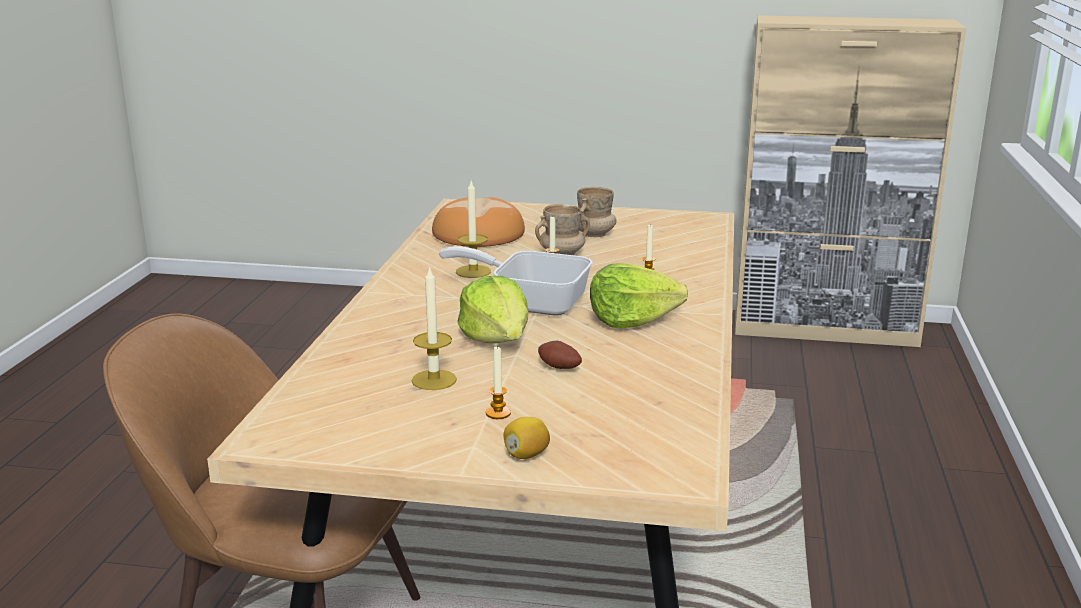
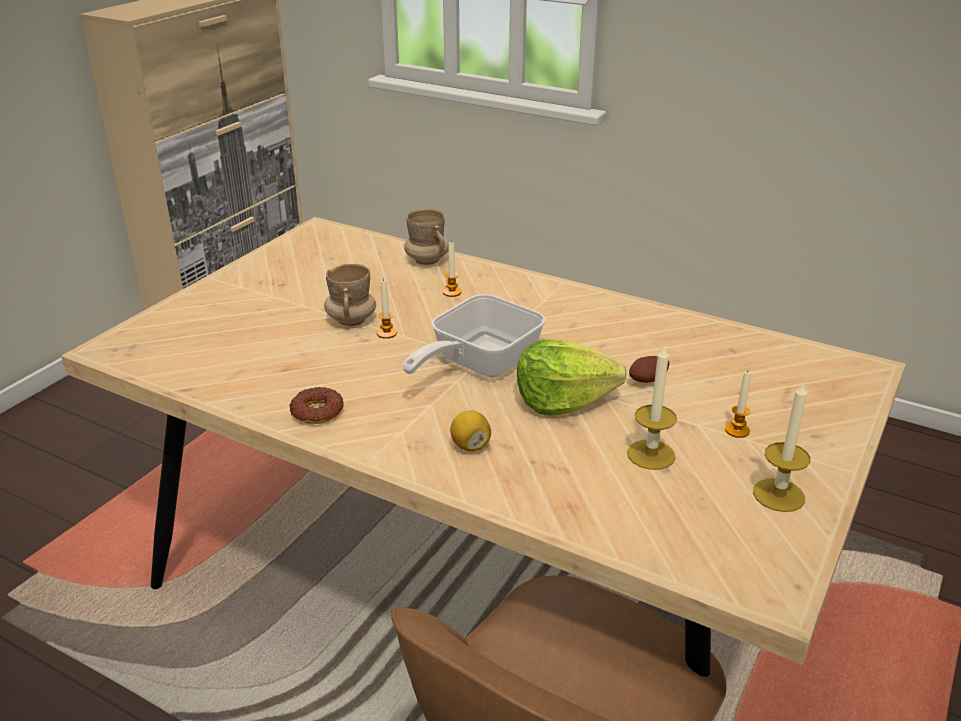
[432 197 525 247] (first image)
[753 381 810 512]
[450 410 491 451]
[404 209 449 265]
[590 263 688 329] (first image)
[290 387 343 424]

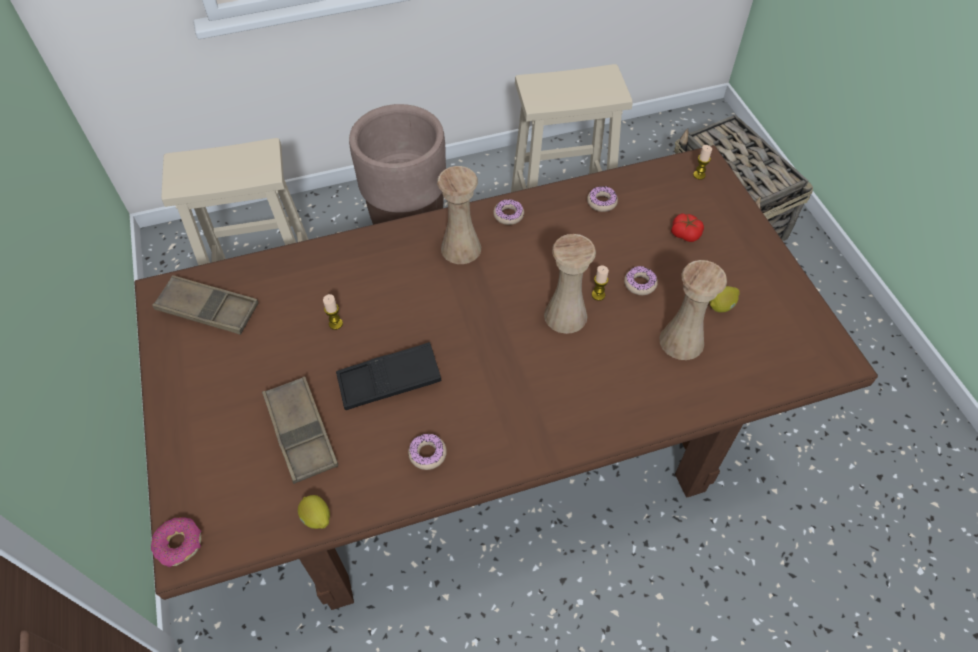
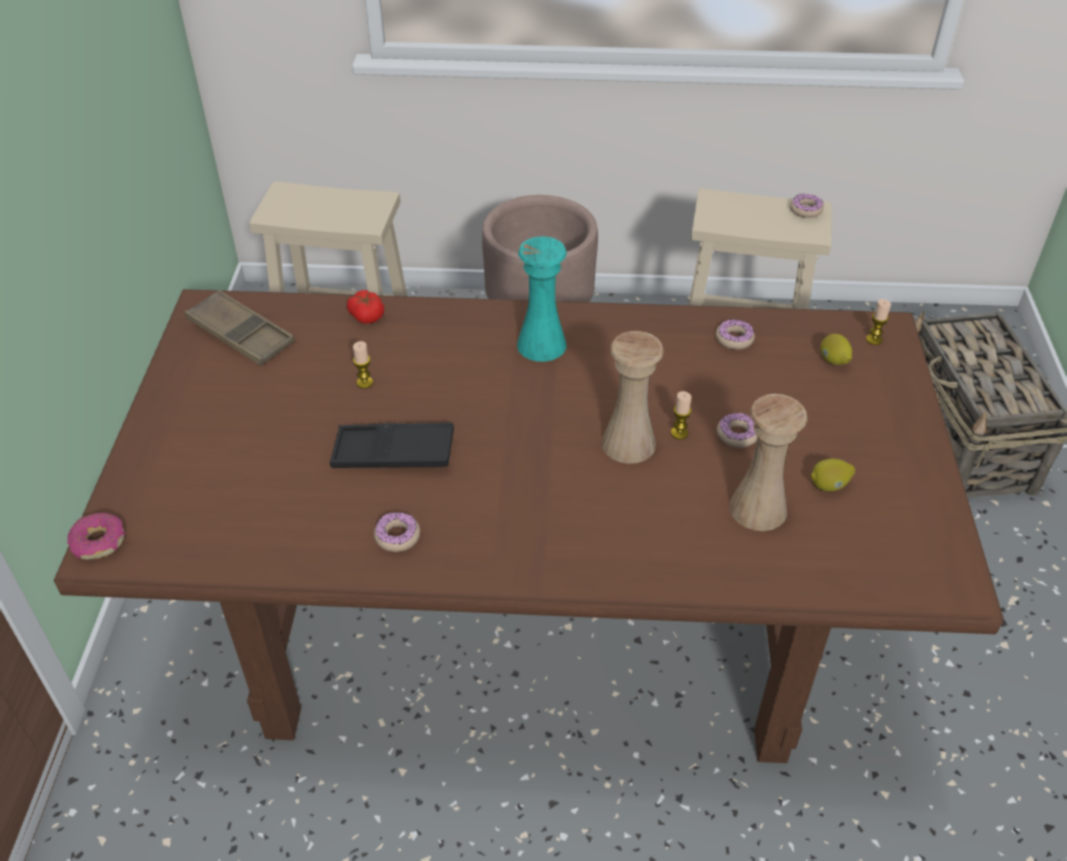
[262 376 338 484] (first image)
[820 334 852 365]
[517 236 567 362]
[790 194 824 218]
[347 290 384 324]

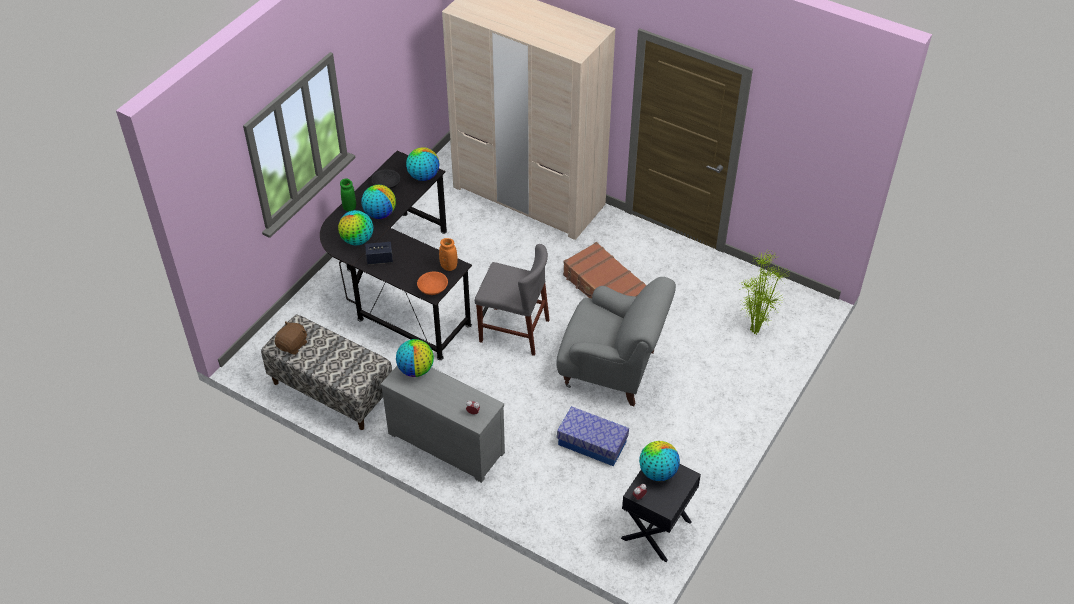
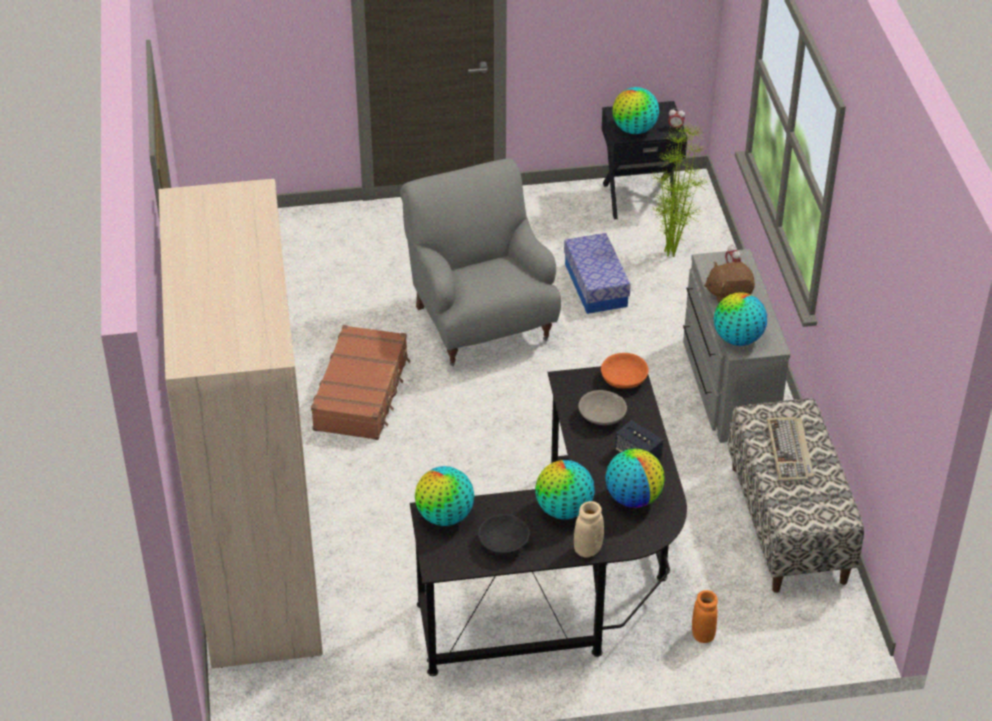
[704 262 755 303]
[574 501 604 558]
[692 590 718 643]
[475 244 550 356] (first image)
[651 124 707 257]
[578 390 627 425]
[767 417 814 482]

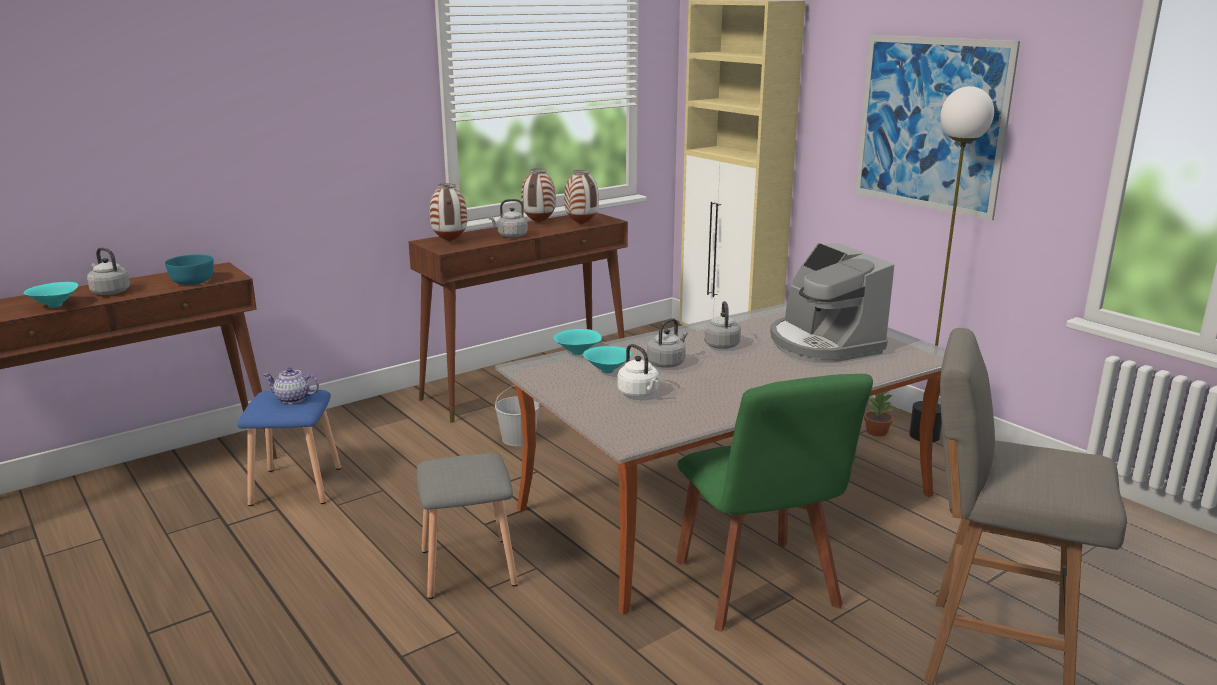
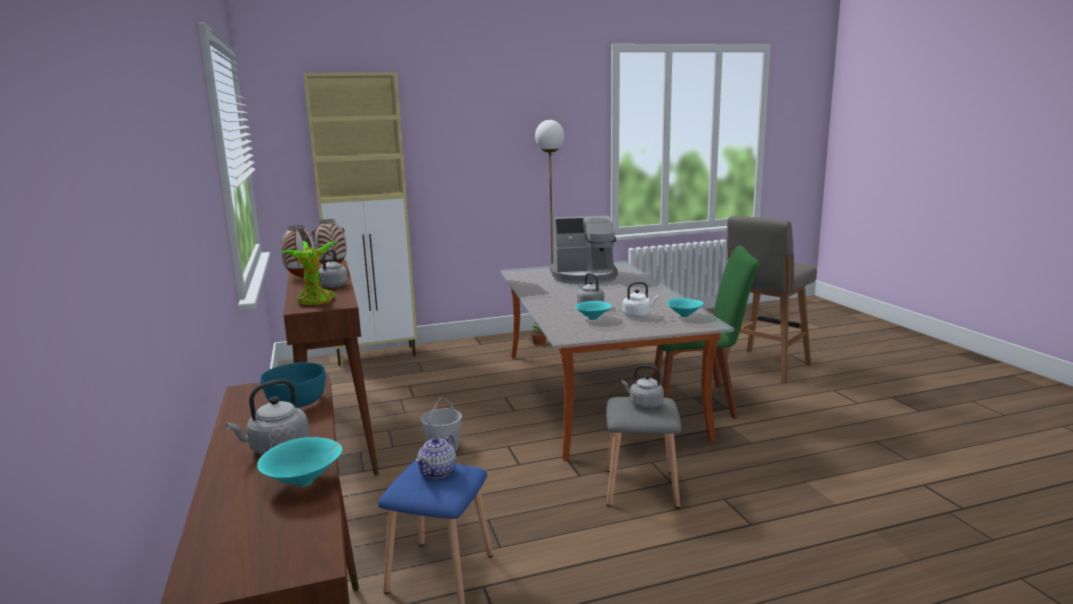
[280 241 339 306]
[667 298 704 317]
[622 365 664 409]
[855 35 1020 220] (first image)

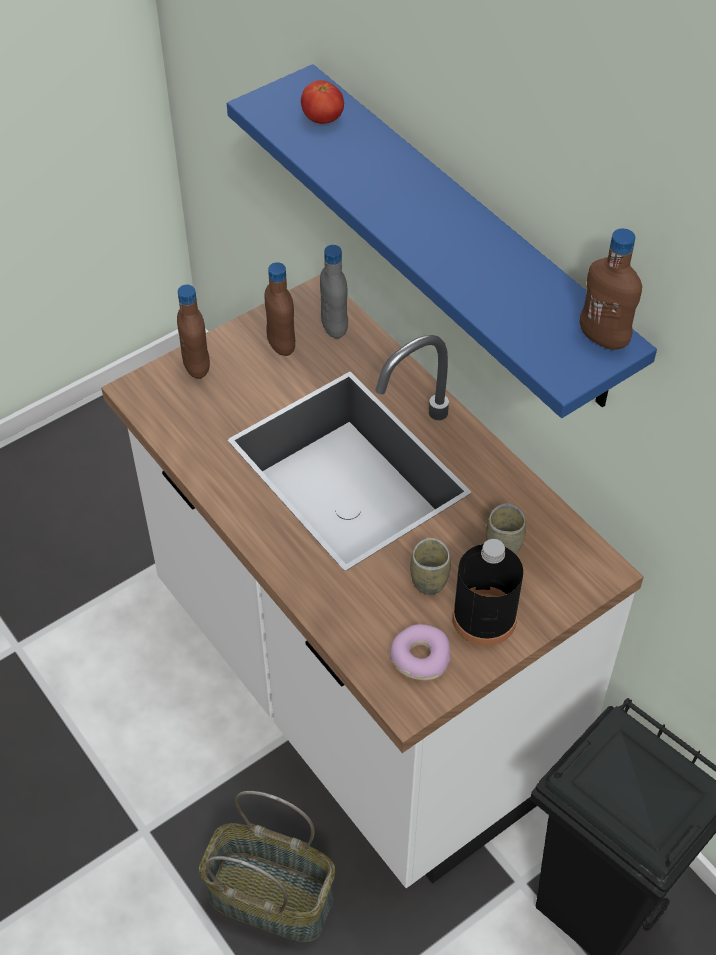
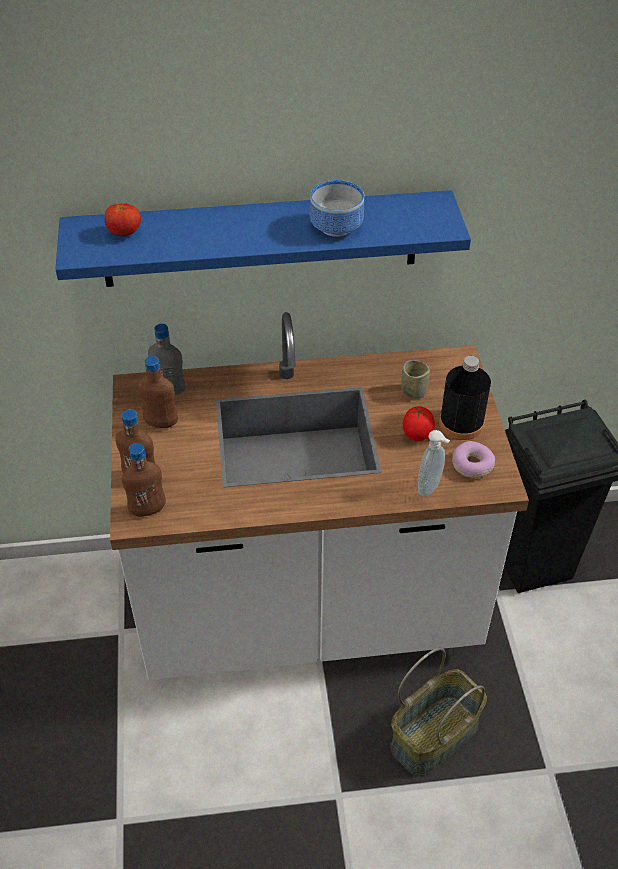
[403 406 435 441]
[122 443 166 517]
[310 180 364 237]
[418 430 450 496]

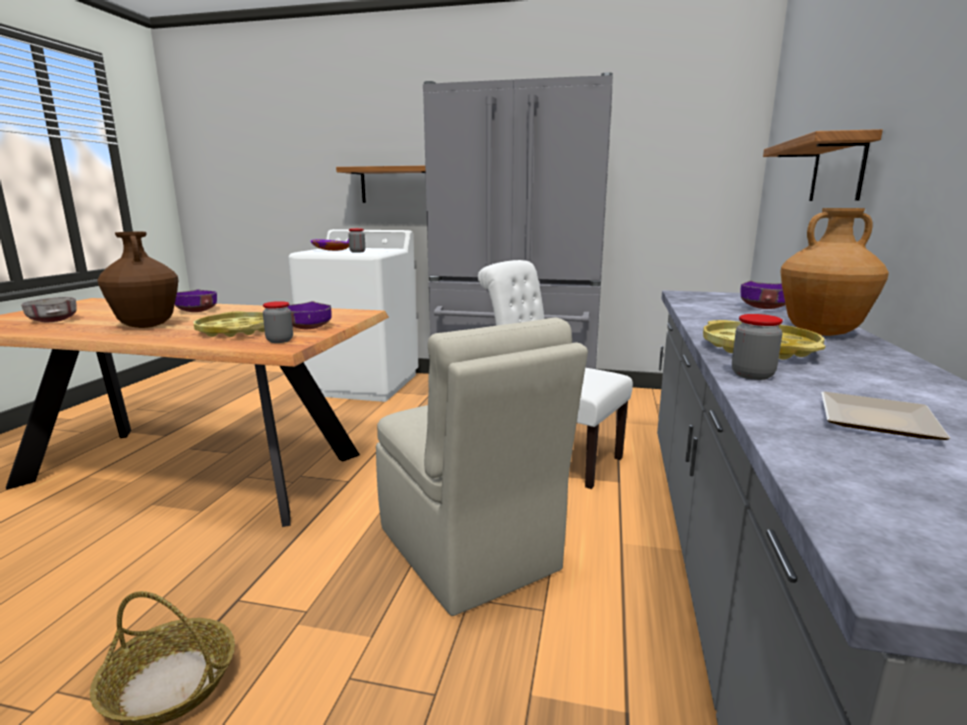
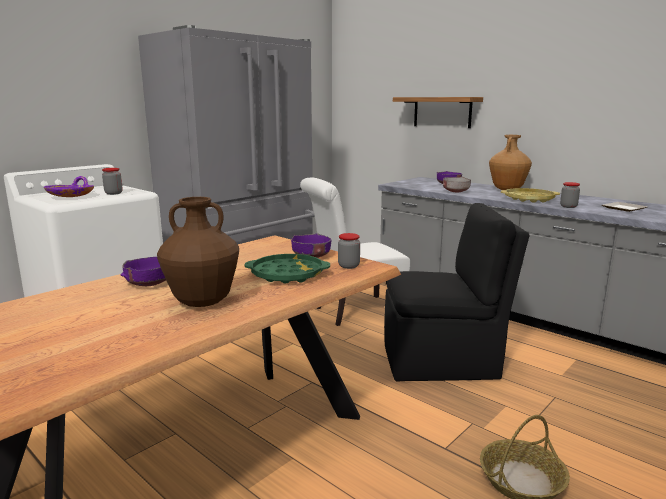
[443 177 471 192]
[245 254 330 284]
[336 166 426 203] (first image)
[384 203 529 381]

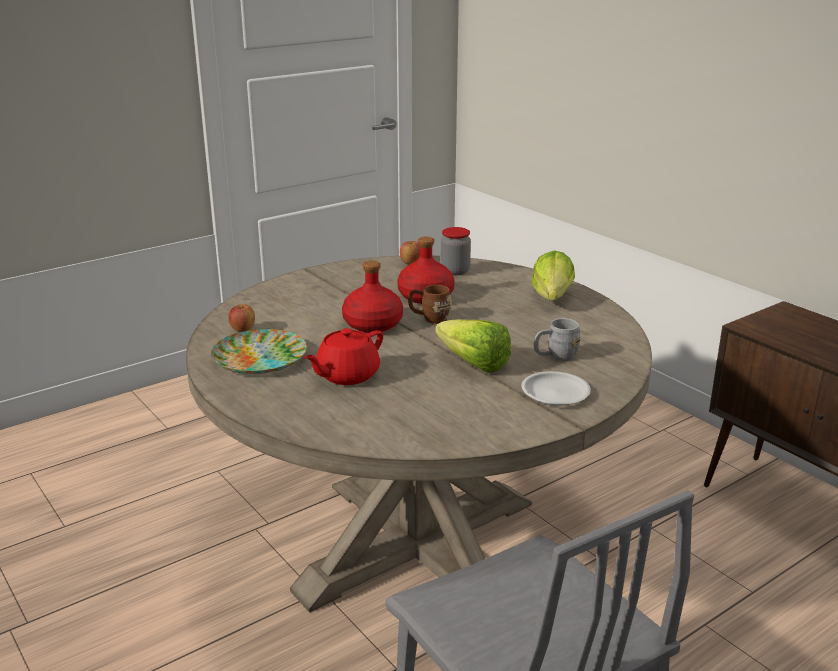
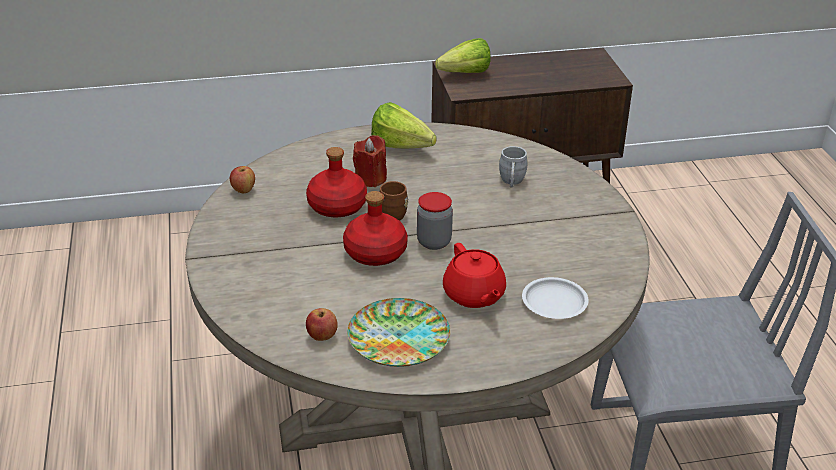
[435 38 491 73]
[417 192 453 250]
[522 277 589 319]
[353 135 387 187]

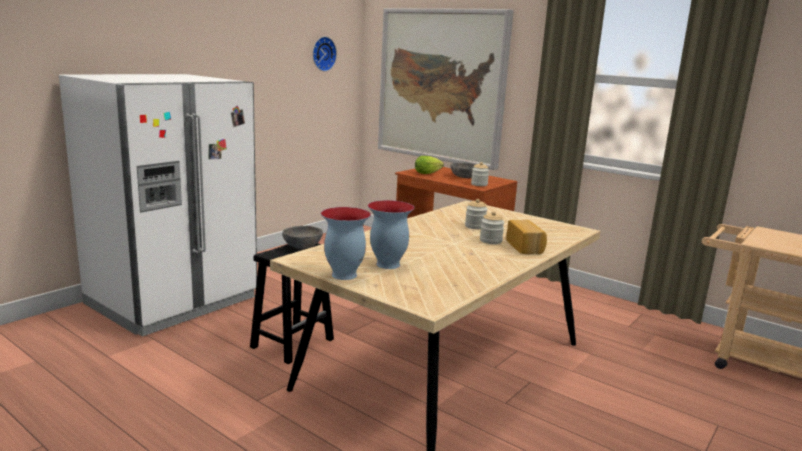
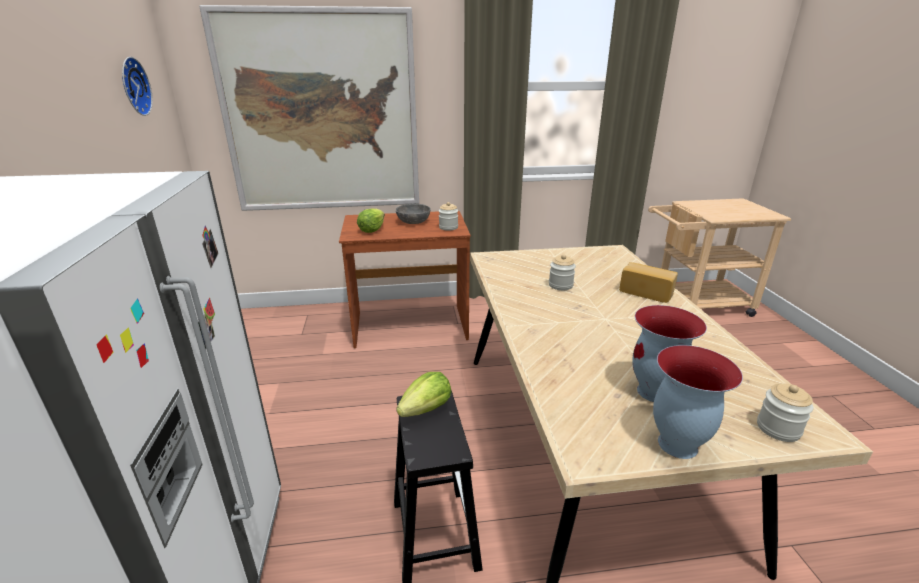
[396 372 451 417]
[757 384 813 442]

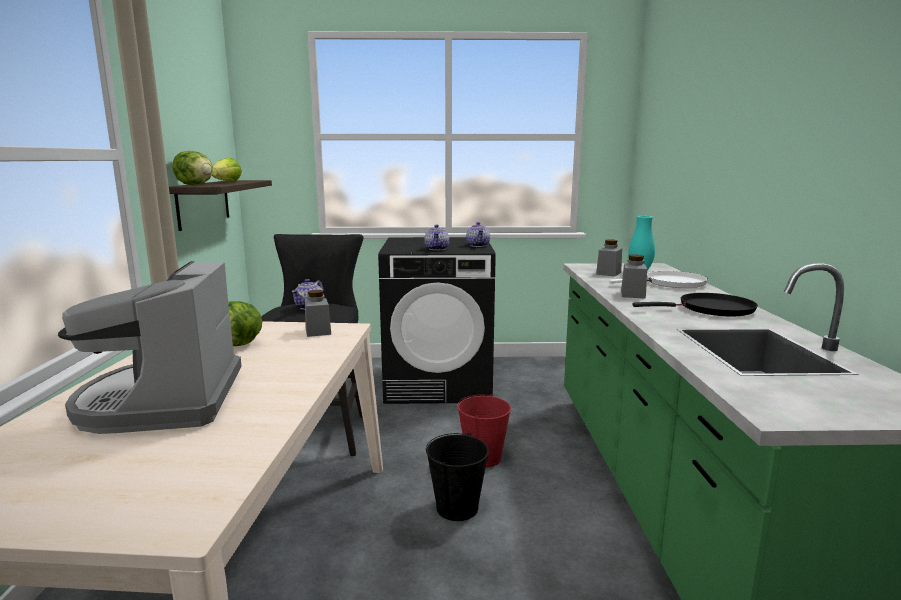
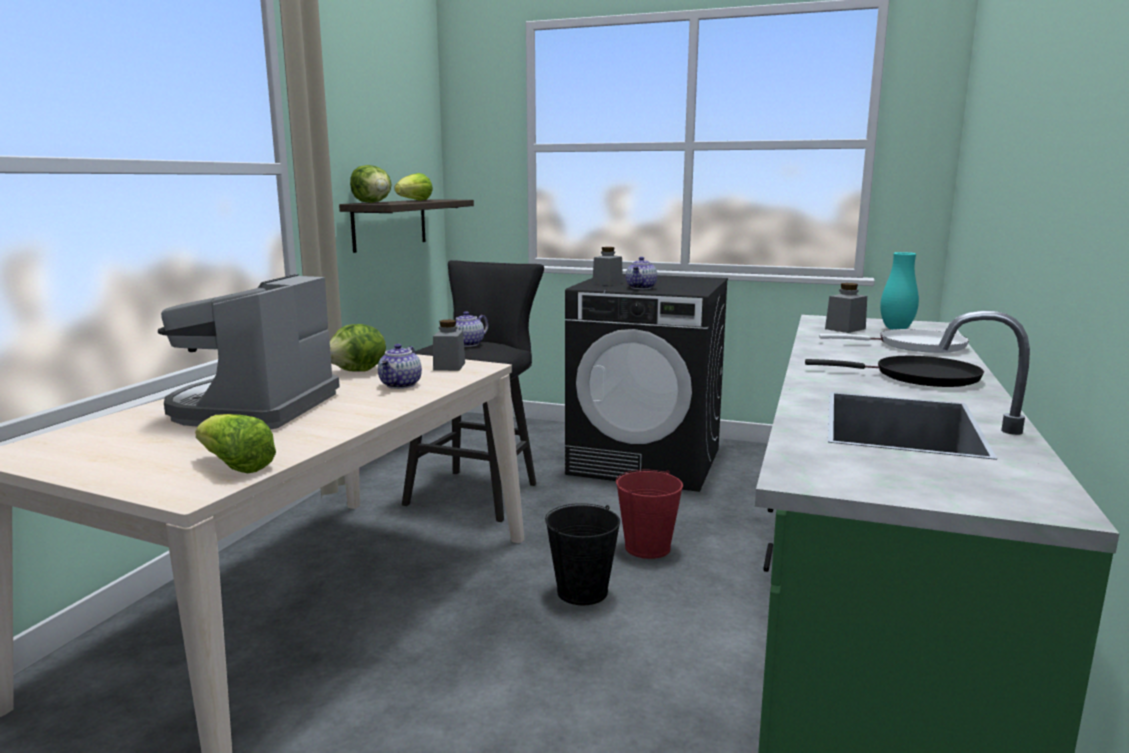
[378 344 422 389]
[592 247 623 286]
[195 414 276 473]

